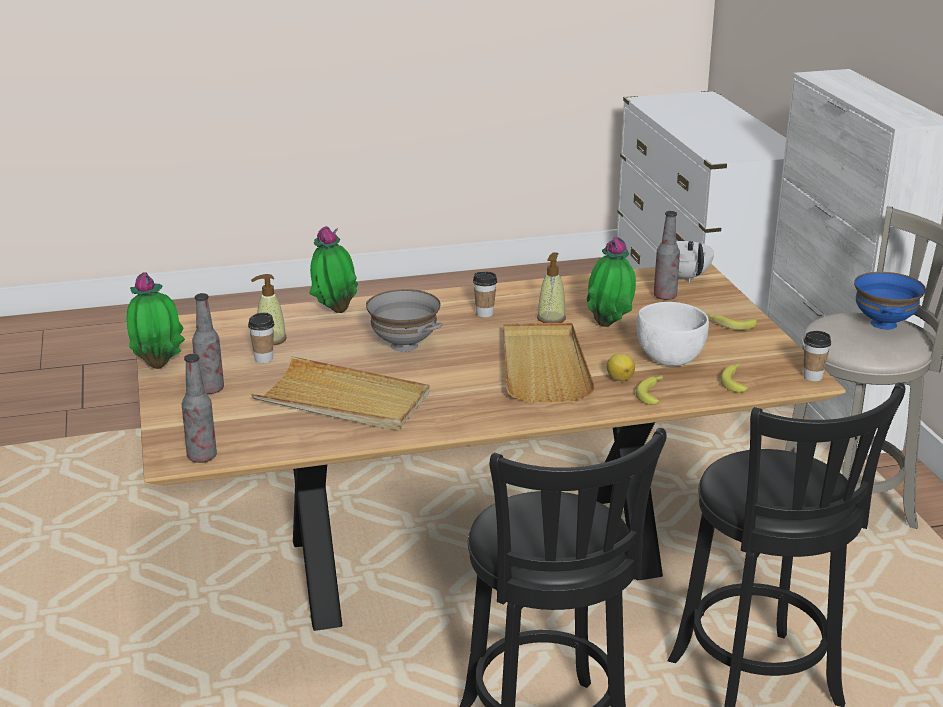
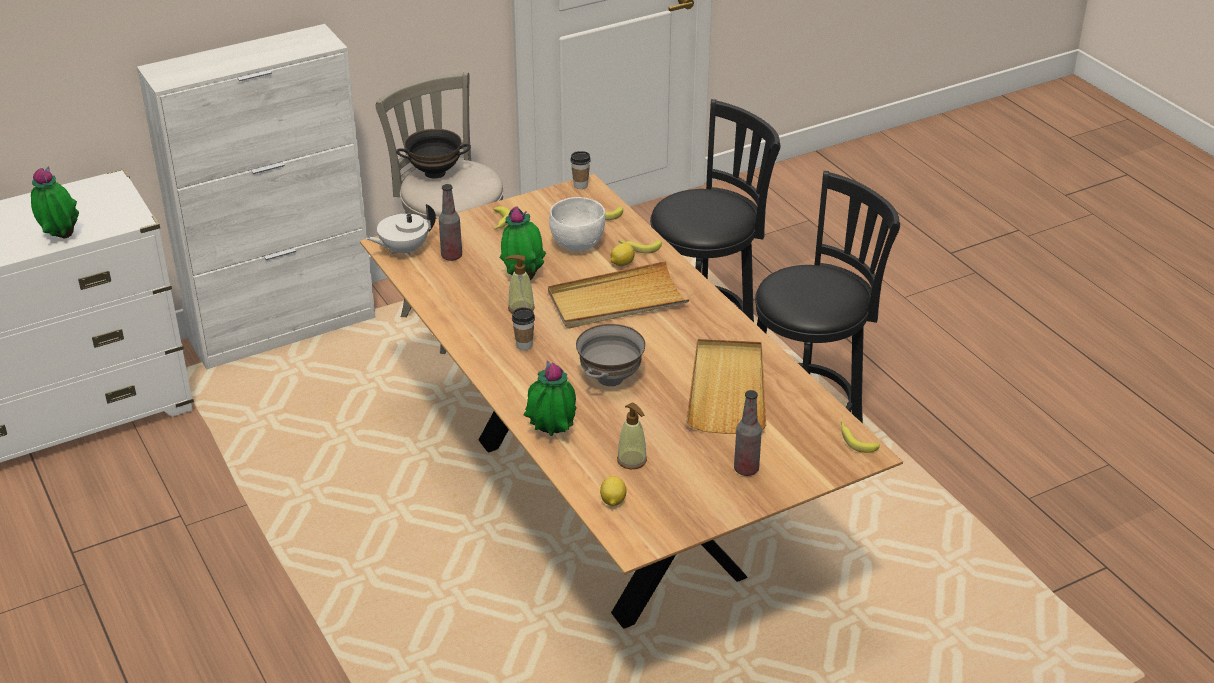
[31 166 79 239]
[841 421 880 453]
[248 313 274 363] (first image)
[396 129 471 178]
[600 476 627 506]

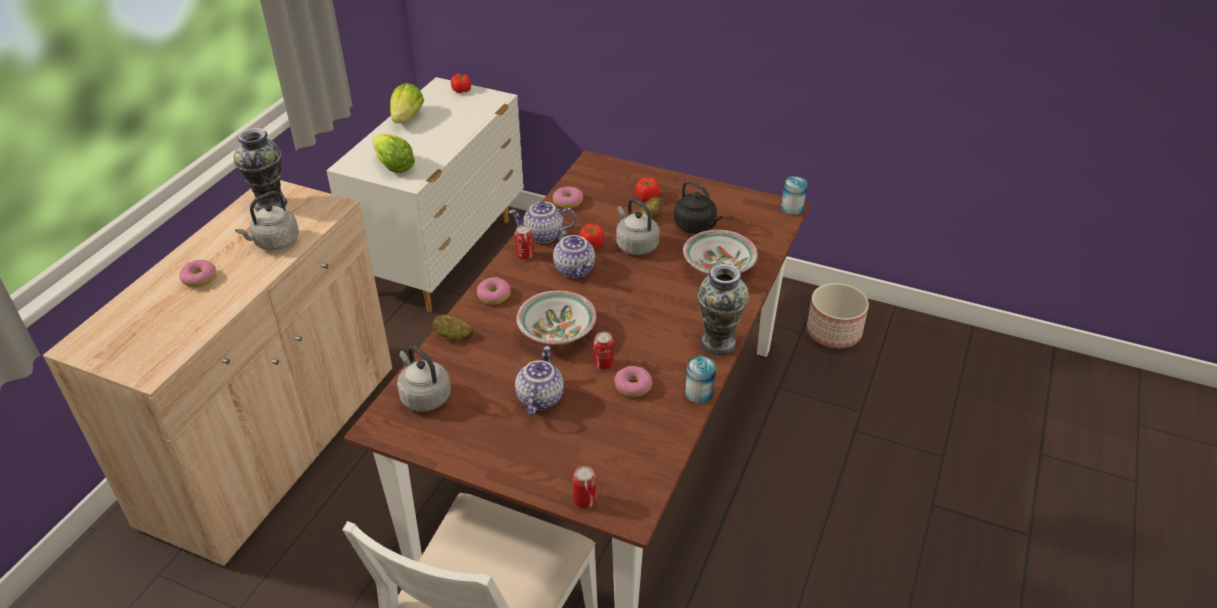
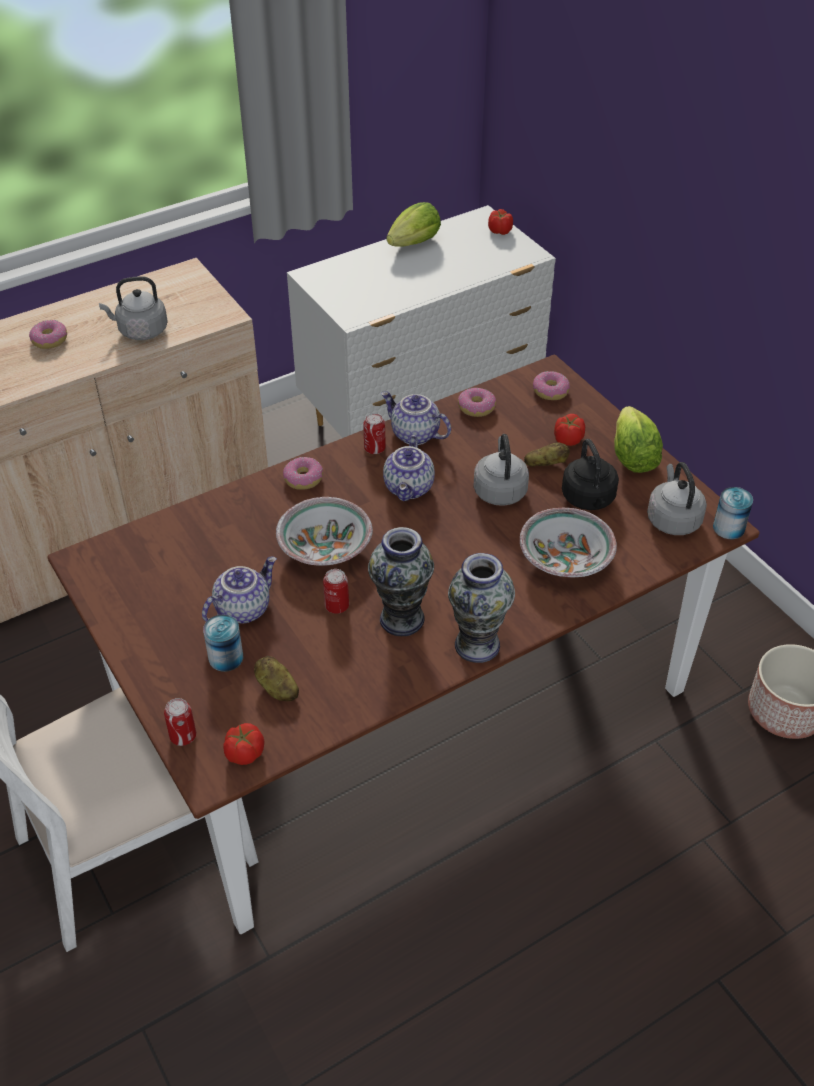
[368 527 434 636]
[614 406 663 473]
[647 462 707 535]
[254 656 299 701]
[223 723 264 765]
[533 371 570 400]
[203 615 243 672]

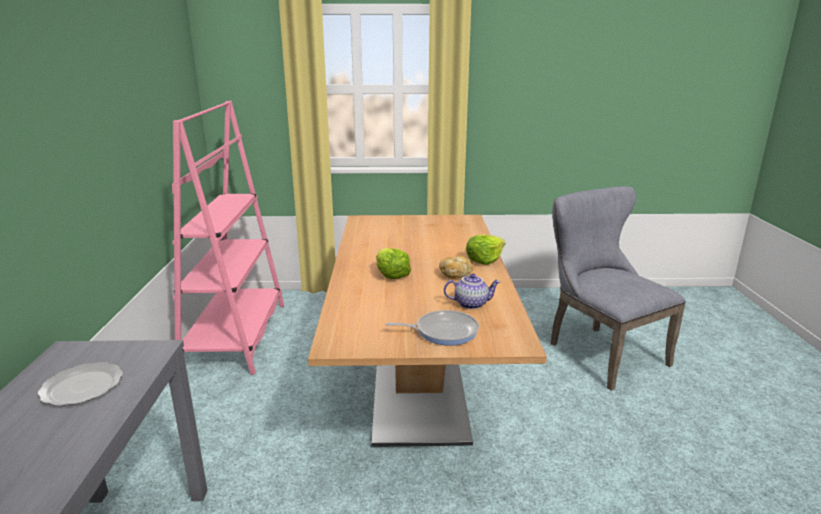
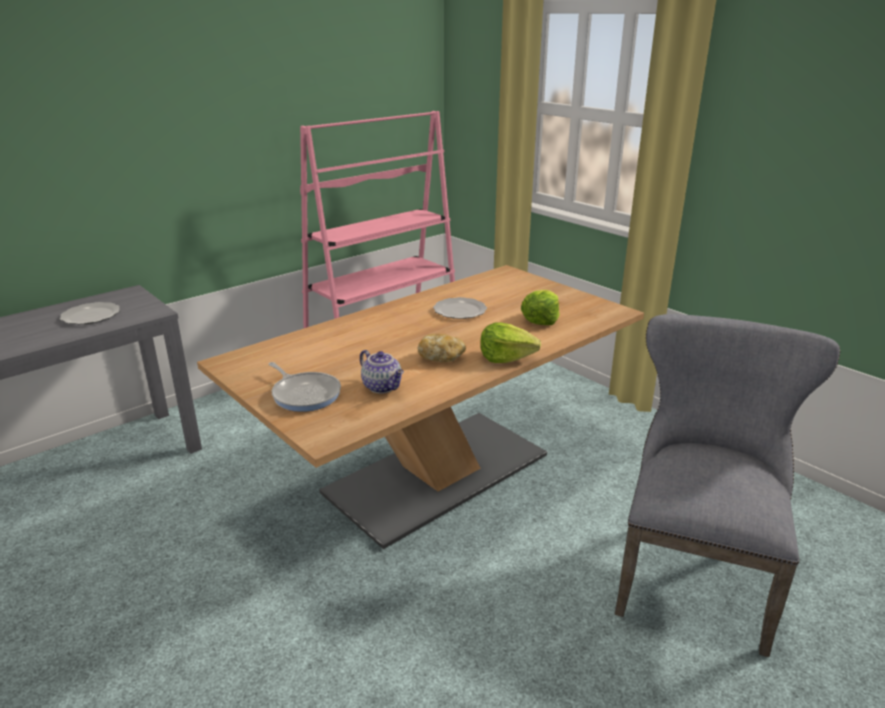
[521 290 560 325]
[433 297 487 319]

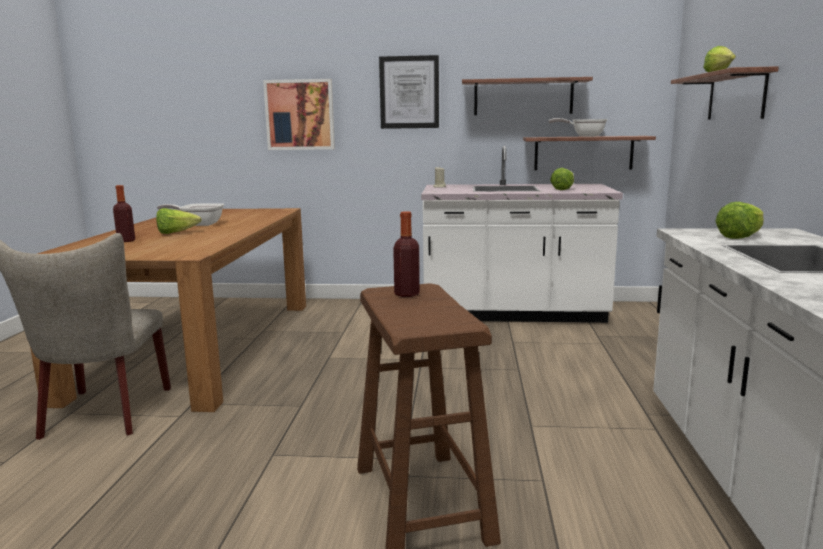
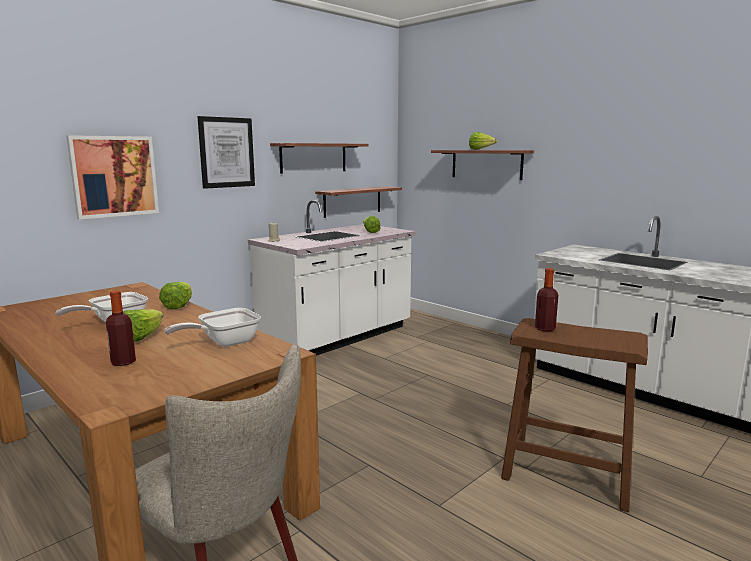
[164 308 261 347]
[159 282 192 310]

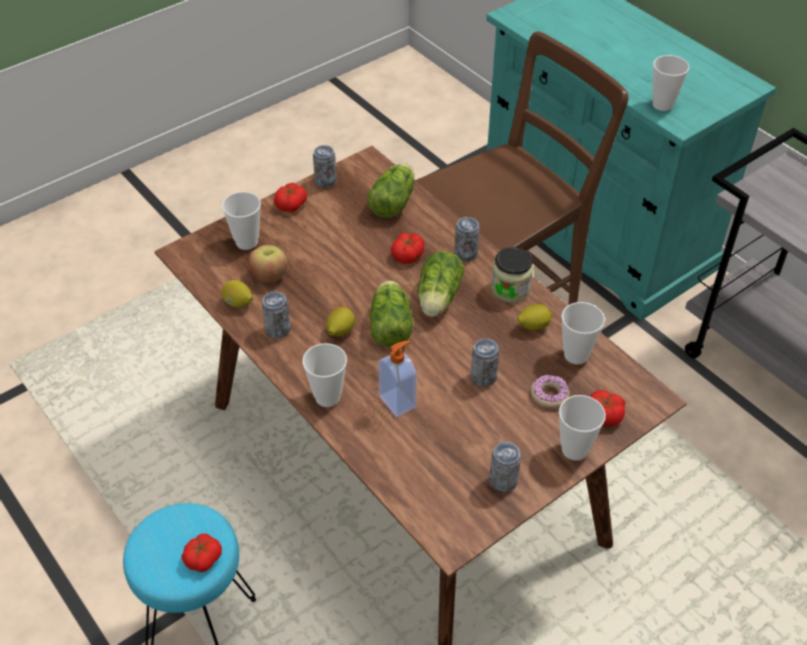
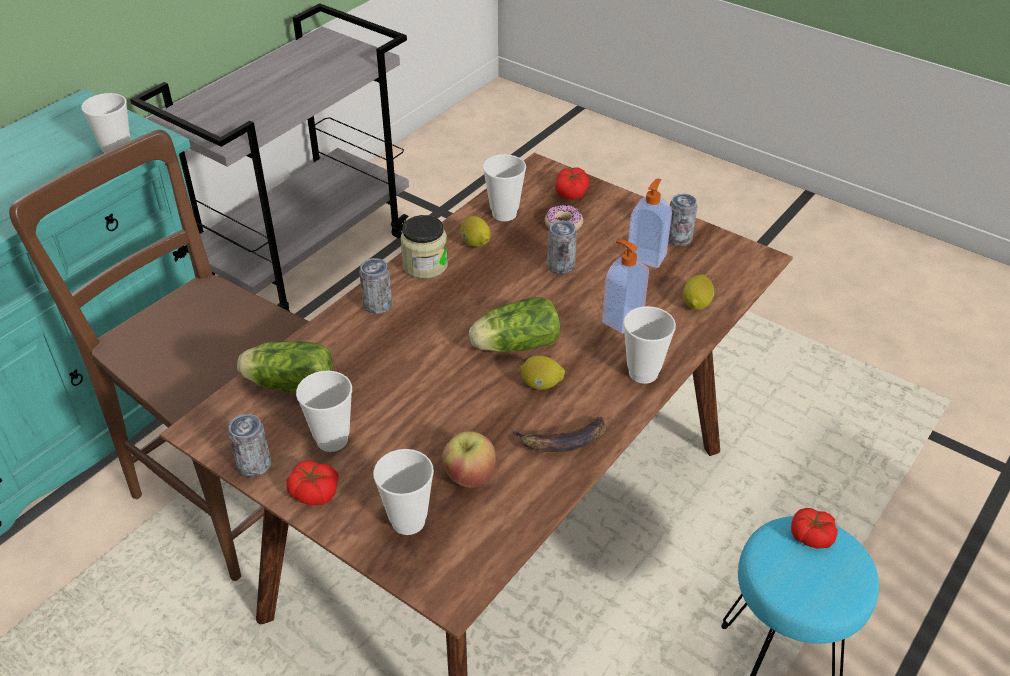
[683 274 714 310]
[512 417 606 452]
[391 233 425 264] (first image)
[418 251 464 317] (first image)
[296 371 352 452]
[628 179 672 268]

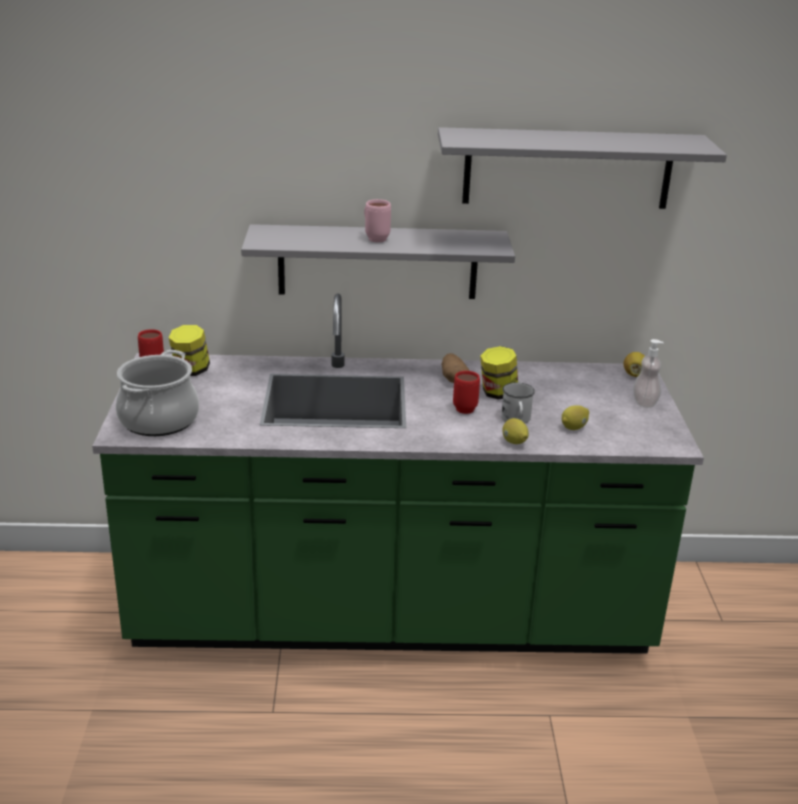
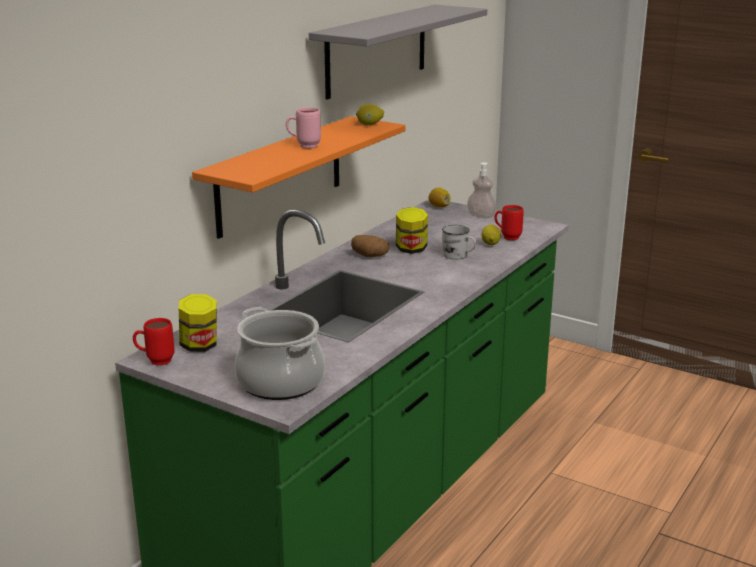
[192 116 406 239]
[495 205 524 240]
[356 104 384 125]

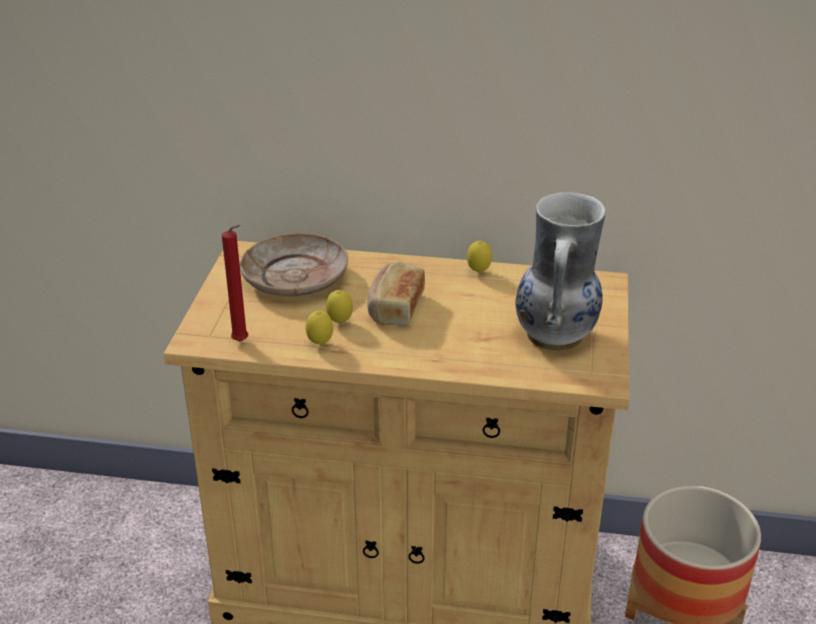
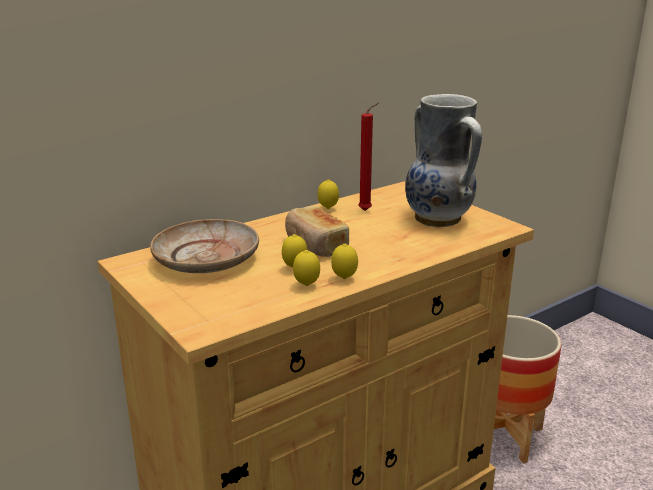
[358 102 379 211]
[331 244 358 279]

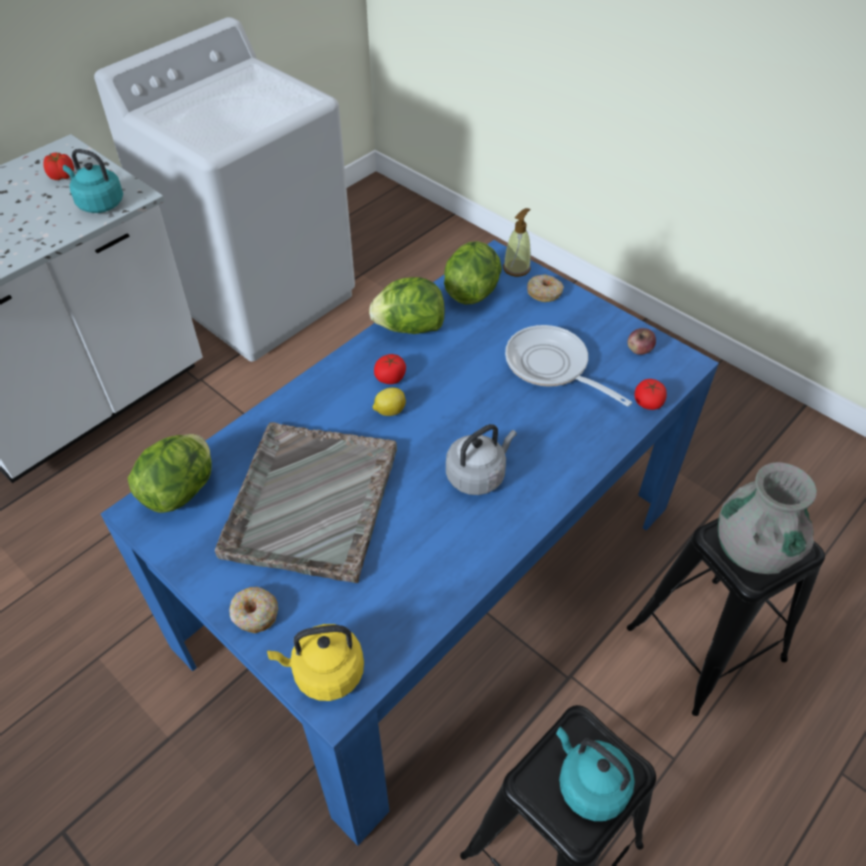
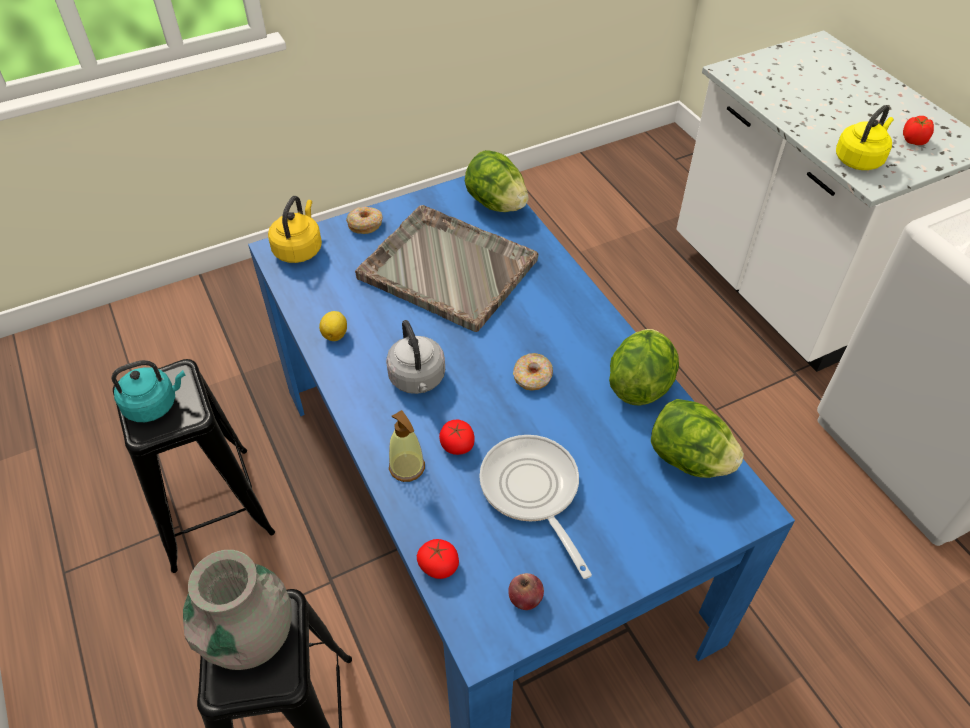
[836 105 894 170]
[319 311 347 341]
[439 419 475 455]
[389 410 425 482]
[479 435 592 579]
[513 353 553 390]

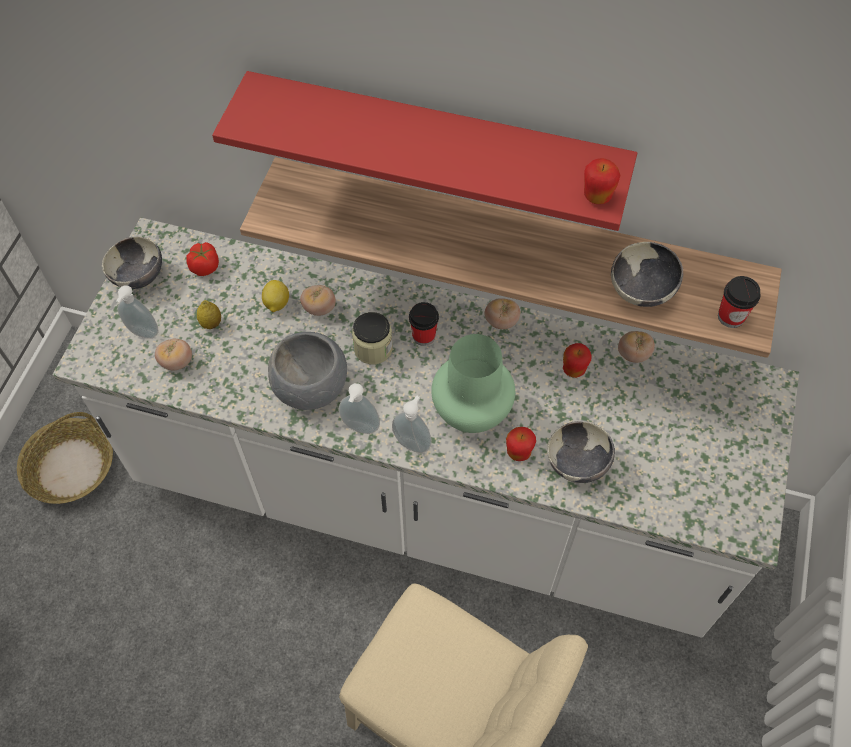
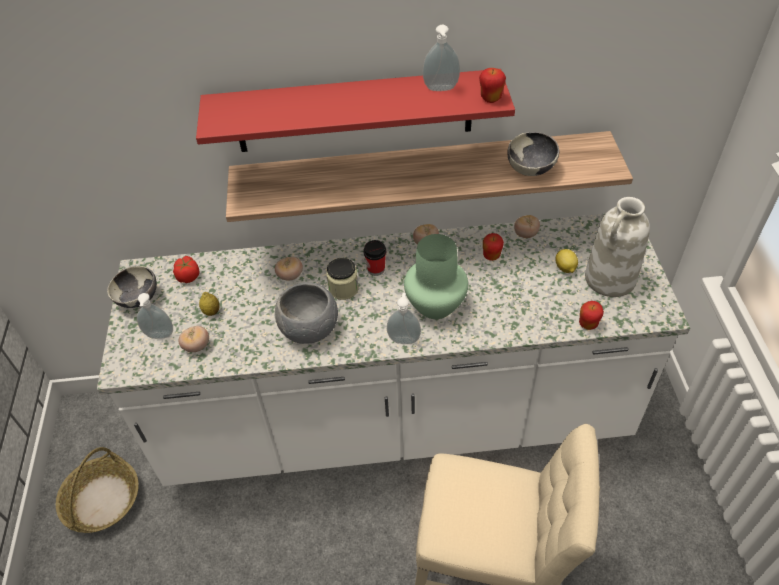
[556 249 578 273]
[423 25 460 91]
[579 301 604 330]
[547 421 615 483] (first image)
[718 276 761 328] (first image)
[585 197 650 297]

